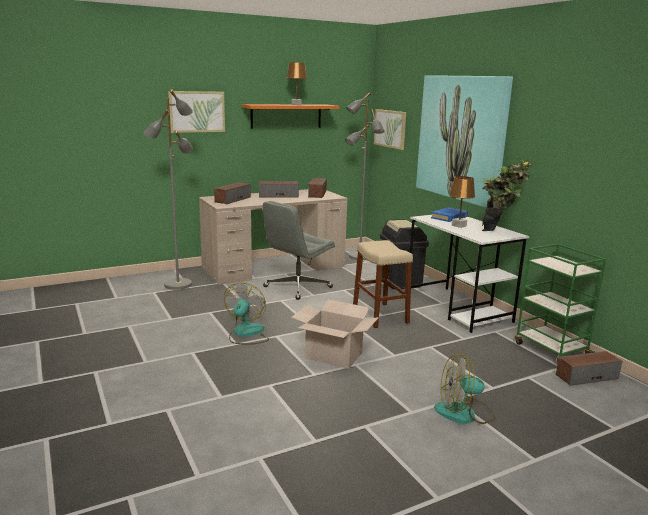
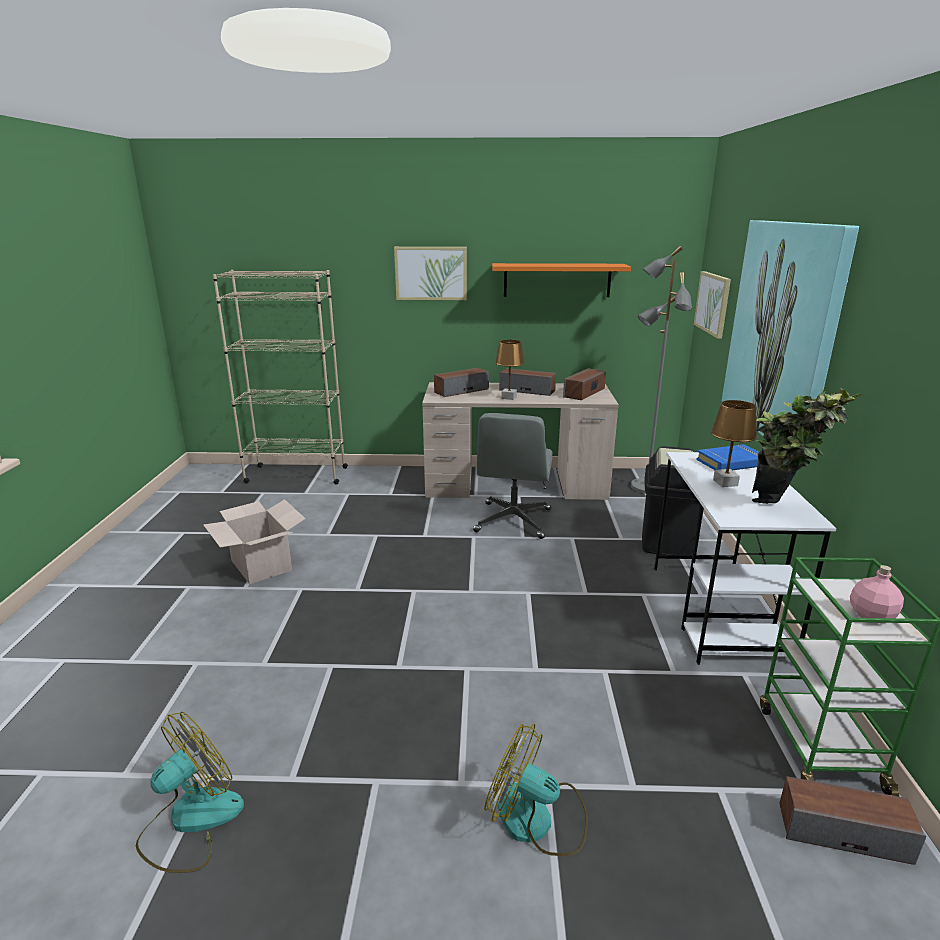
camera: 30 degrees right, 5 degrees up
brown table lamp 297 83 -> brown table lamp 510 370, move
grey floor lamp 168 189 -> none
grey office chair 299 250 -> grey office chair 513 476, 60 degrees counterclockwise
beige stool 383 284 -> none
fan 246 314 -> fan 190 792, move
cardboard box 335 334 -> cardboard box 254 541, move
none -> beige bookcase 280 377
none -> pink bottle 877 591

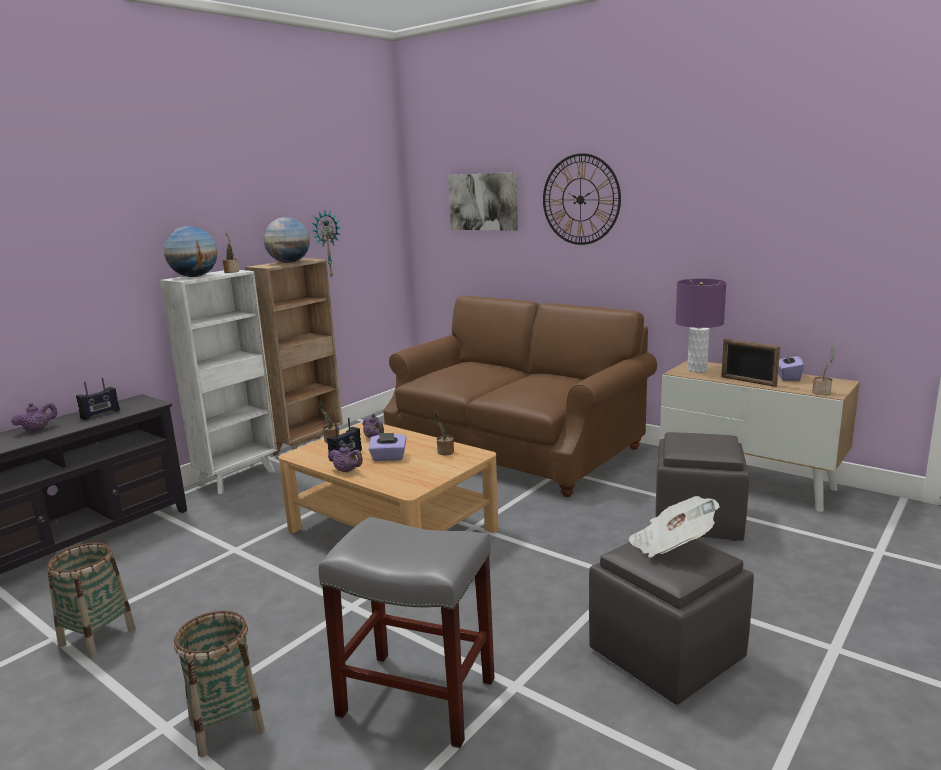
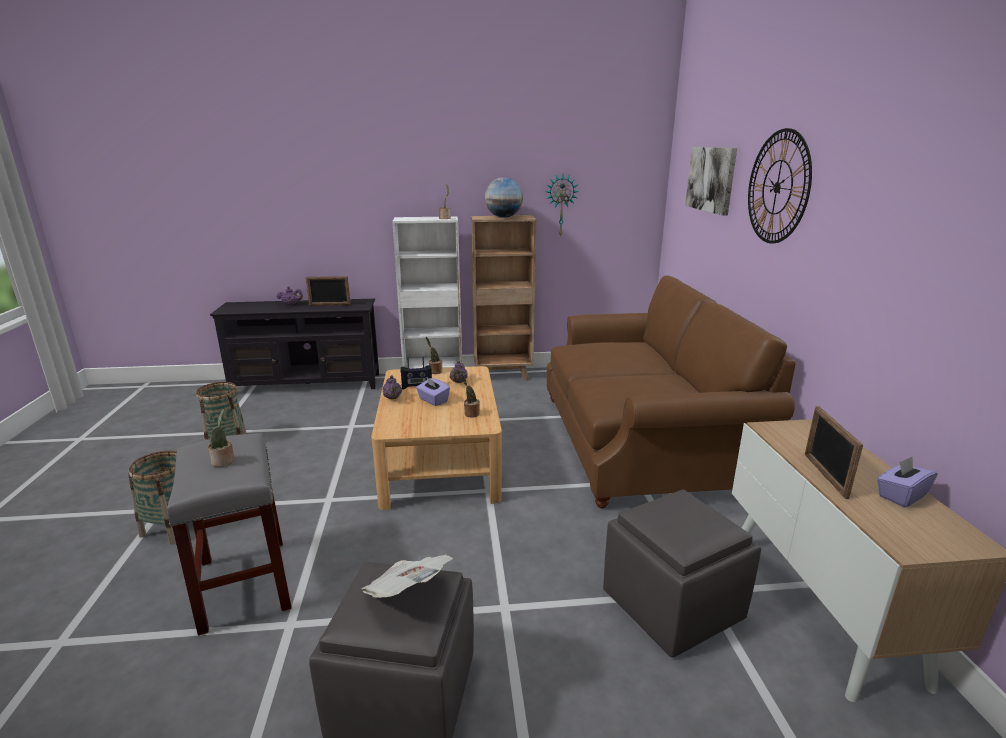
camera: 45 degrees right, 5 degrees up
globe 190 251 -> none
purple table lamp 700 325 -> none
potted plant 823 370 -> potted plant 221 438, move
radio 98 398 -> picture frame 328 291

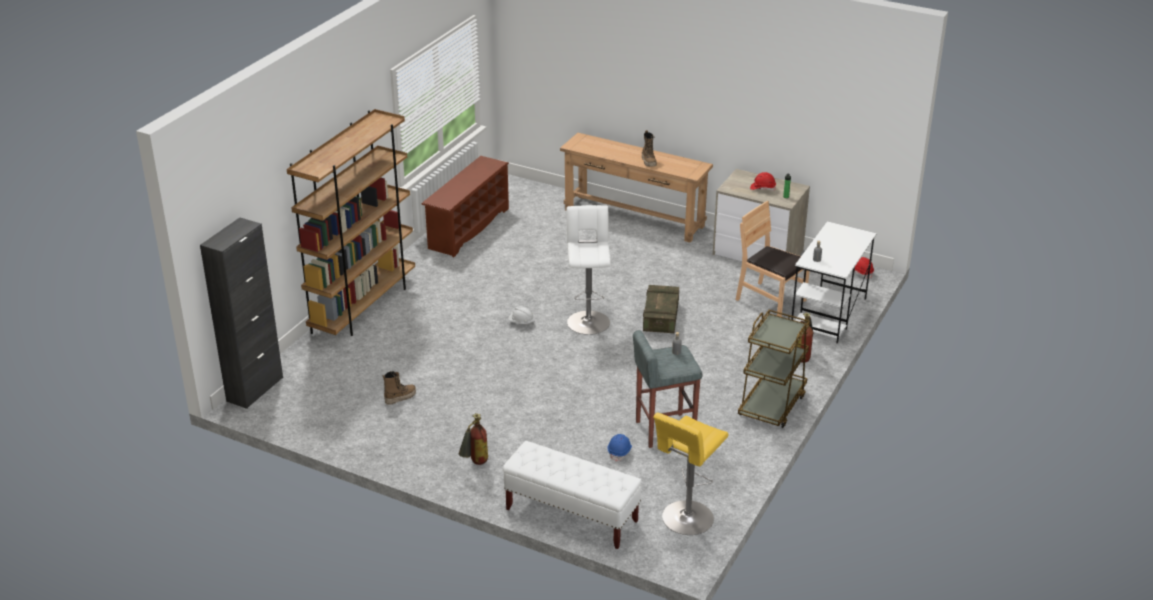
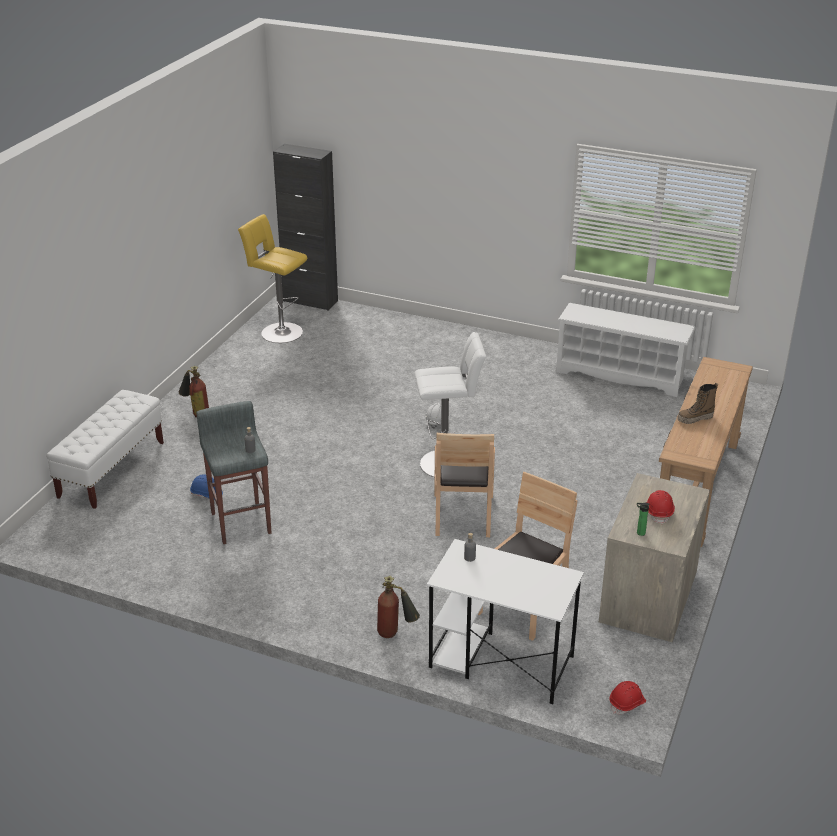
camera: 85 degrees right, 0 degrees up
brown bookcase 351 222 -> none
brown shoe rack 465 206 -> white shoe rack 626 350
crate 661 309 -> brown chair 464 485
brown cart 774 369 -> none
boot 399 388 -> none
yellow stool 690 474 -> yellow stool 272 278, move

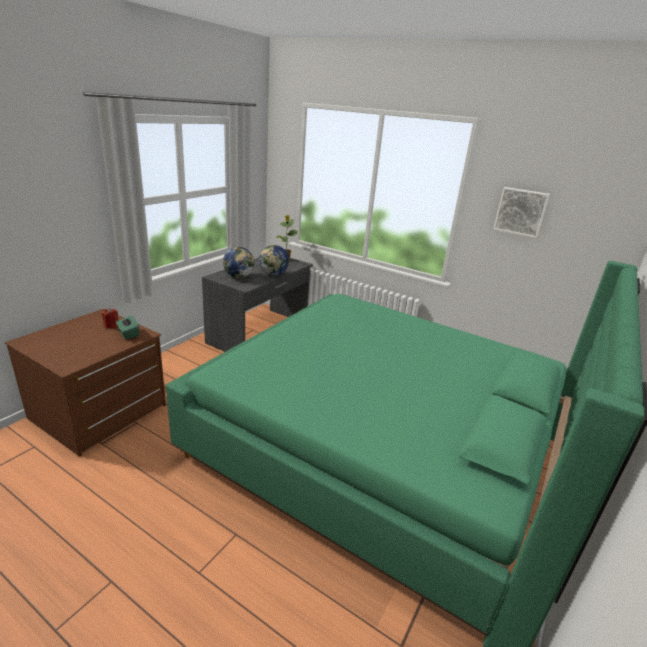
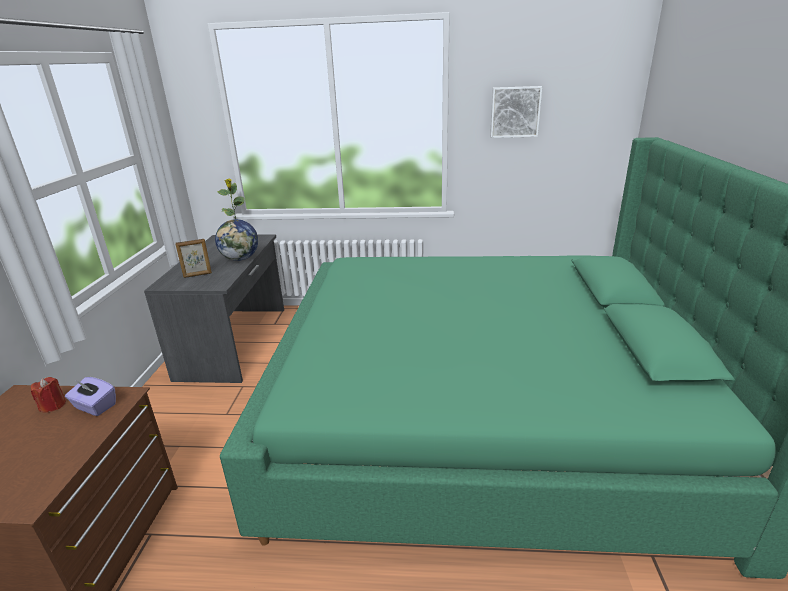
camera: 25 degrees left, 0 degrees up
globe 239 262 -> picture frame 193 258
green tissue box 127 327 -> purple tissue box 90 396

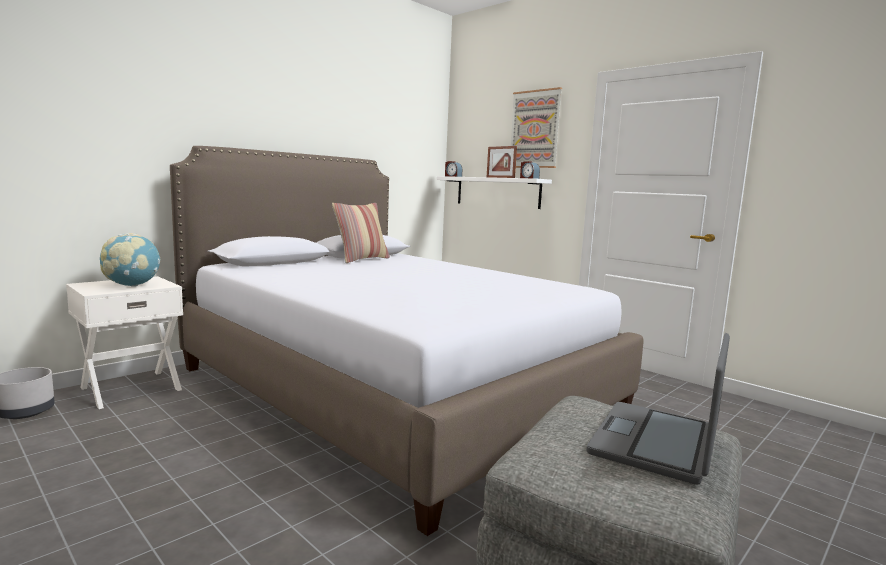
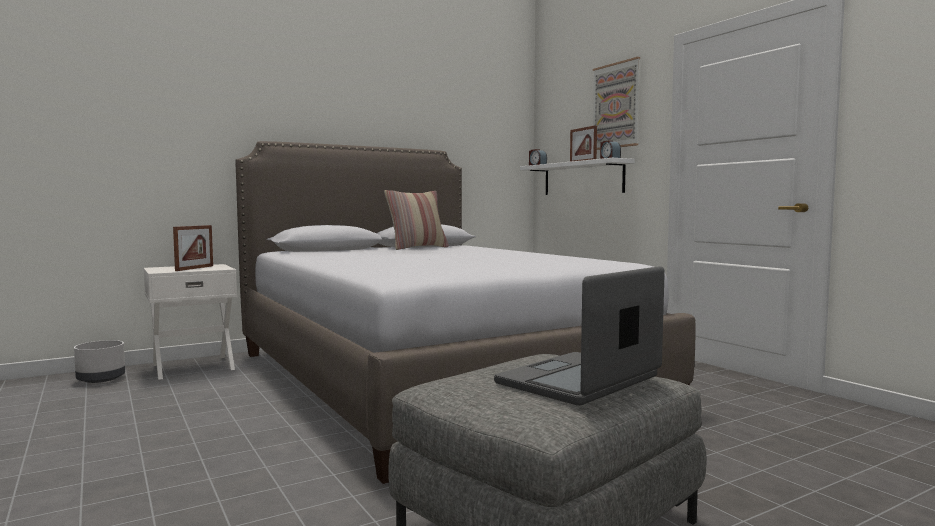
camera: 15 degrees right, 5 degrees down
globe 130 260 -> picture frame 193 248

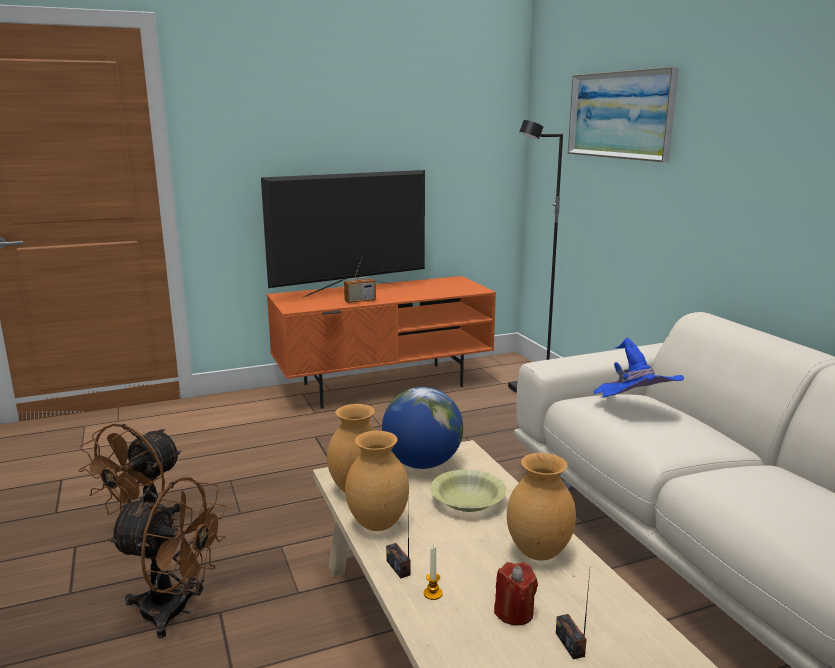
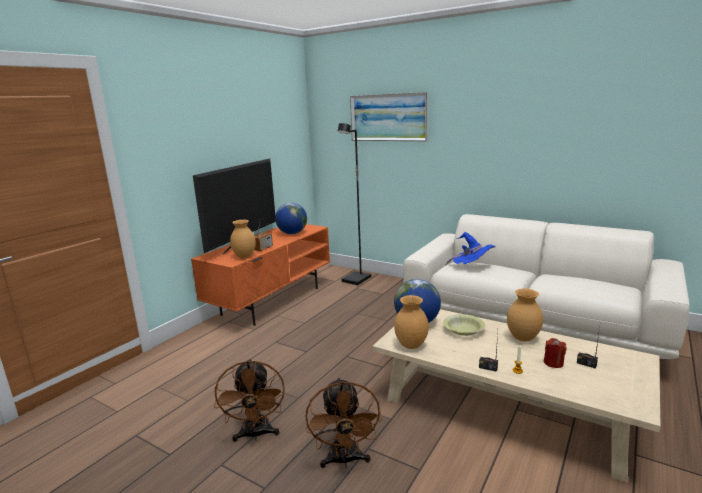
camera: 35 degrees left, 0 degrees up
brown vase 377 481 -> brown vase 243 239, move
brown fan 167 557 -> brown fan 343 422, 105 degrees clockwise
none -> globe 291 218

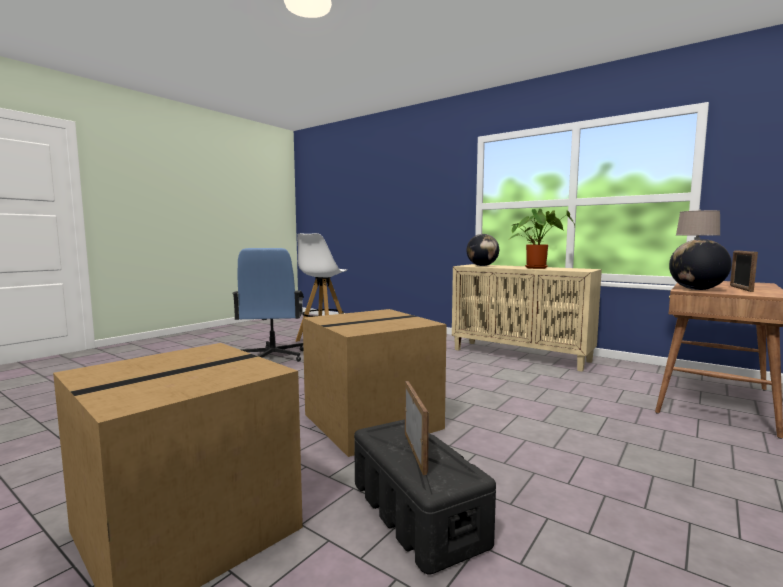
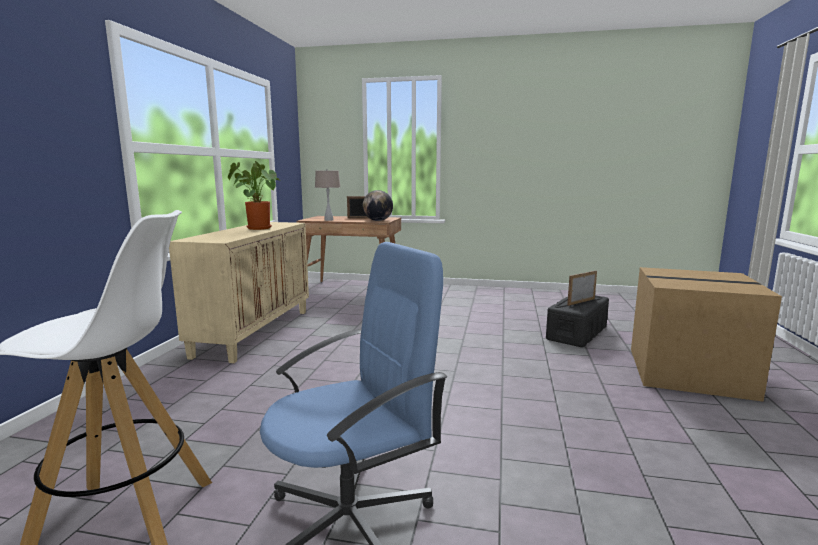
camera: 115 degrees left, 5 degrees up
globe 483 250 -> none
cardboard box 375 383 -> none

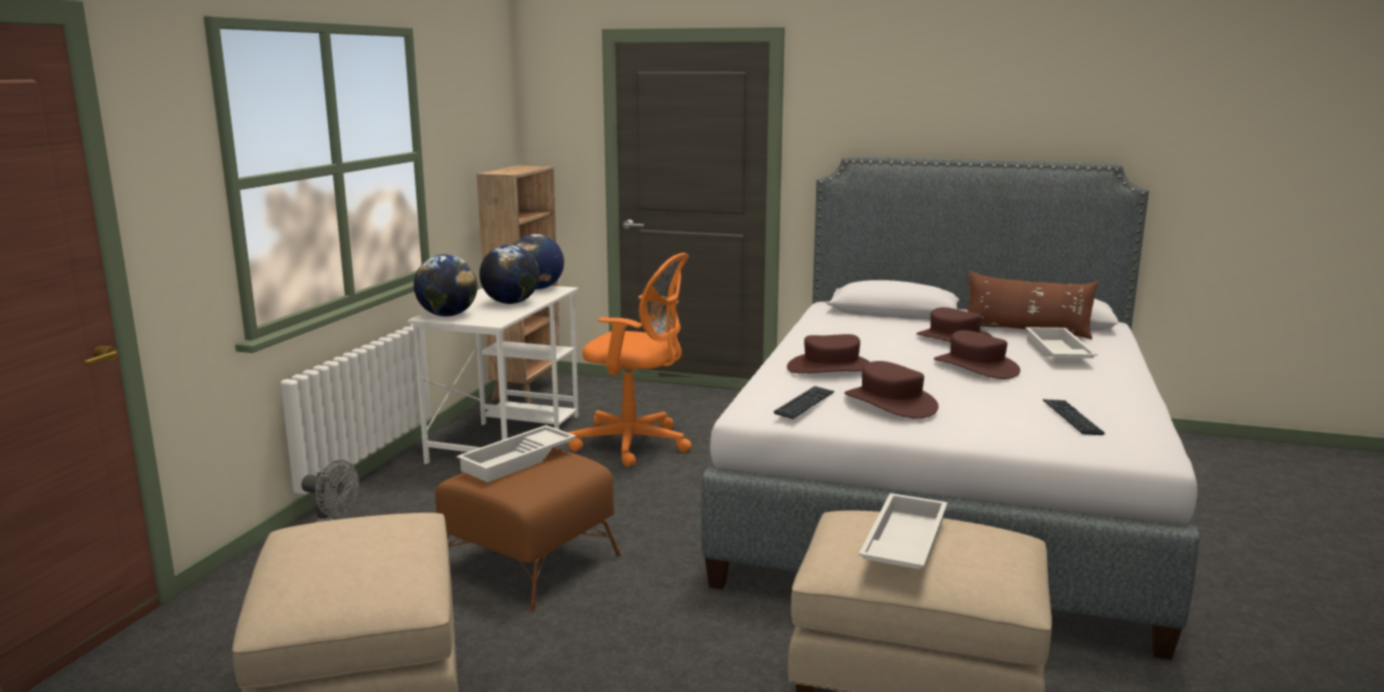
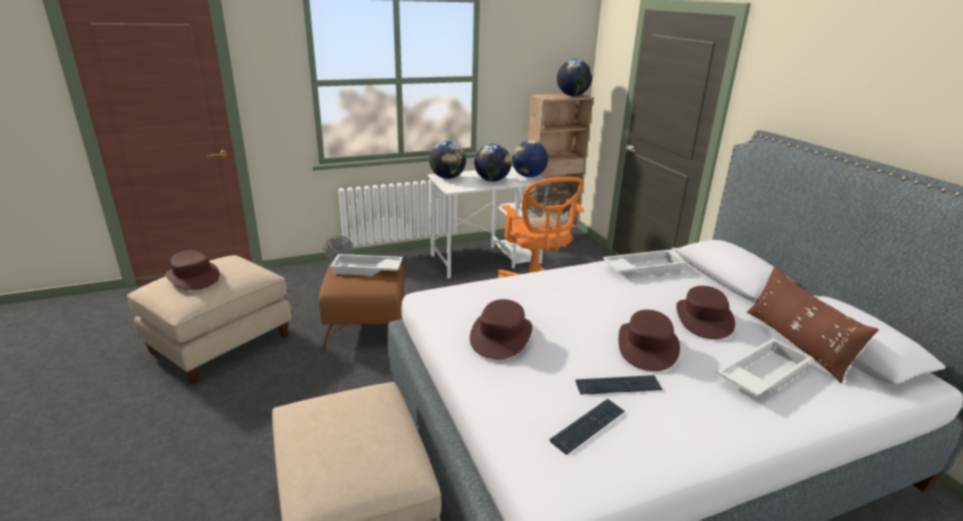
camera: 50 degrees right, 10 degrees up
brown hat 828 353 -> brown hat 192 270, move
keyboard 804 402 -> keyboard 619 385, move
white tray 903 531 -> white tray 644 263, move
none -> globe 574 77

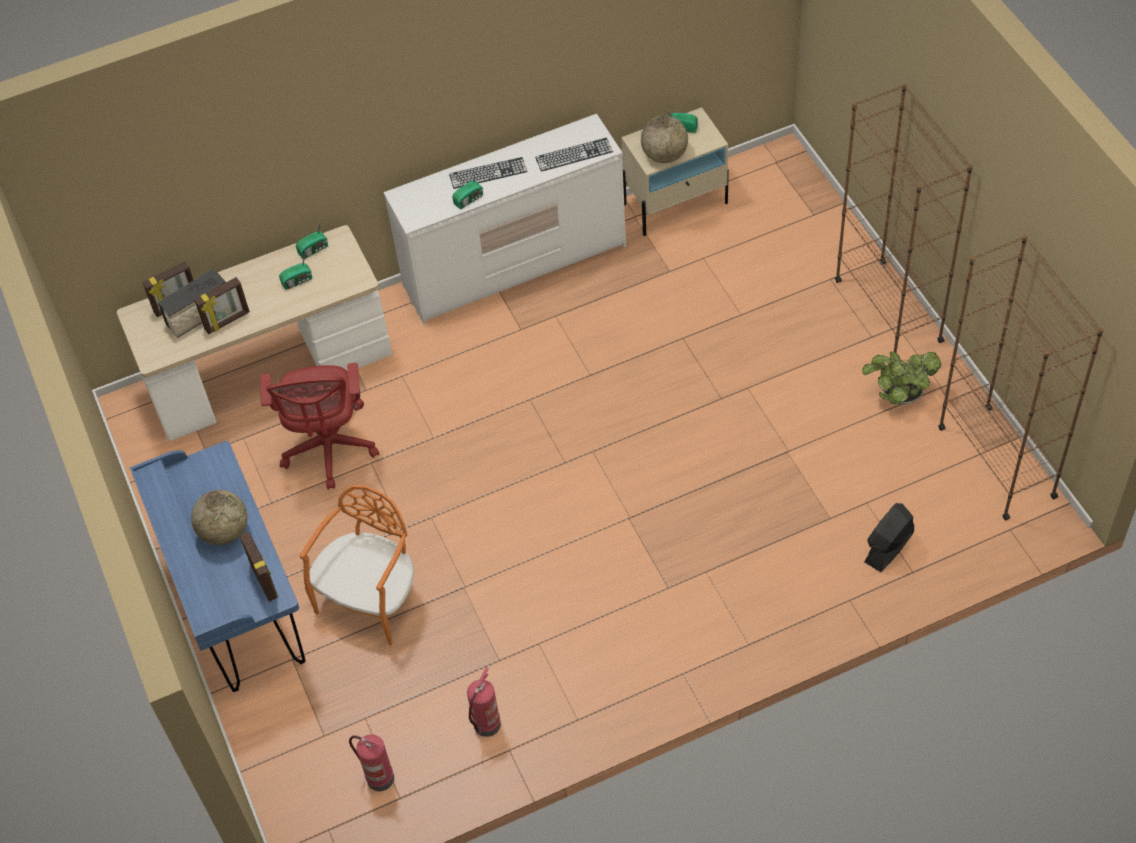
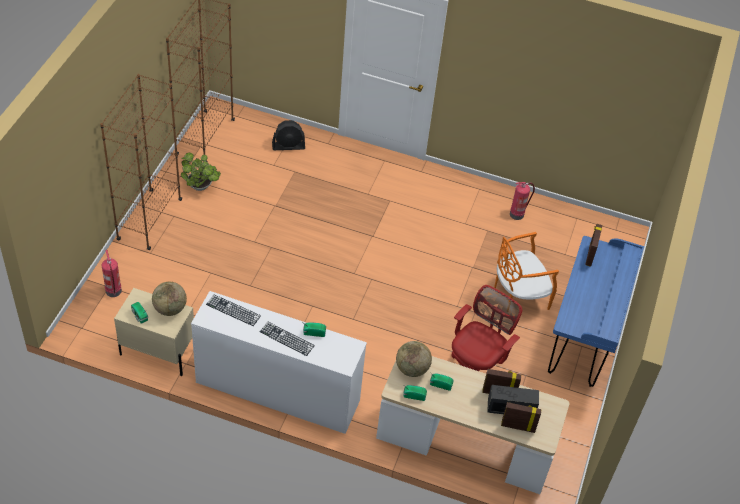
camera: 145 degrees left, 5 degrees down
globe 219 517 -> globe 414 359, move
fire extinguisher 371 762 -> fire extinguisher 112 273, move

